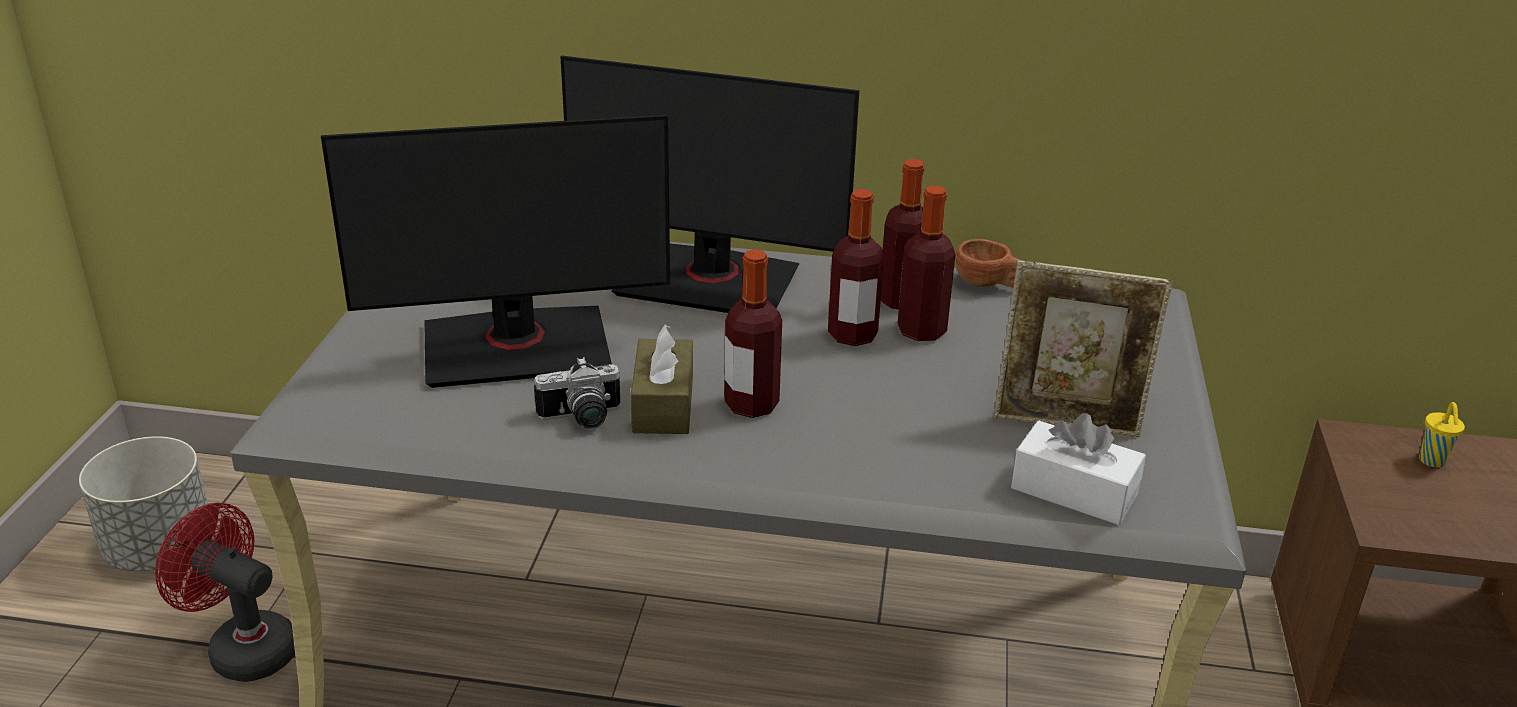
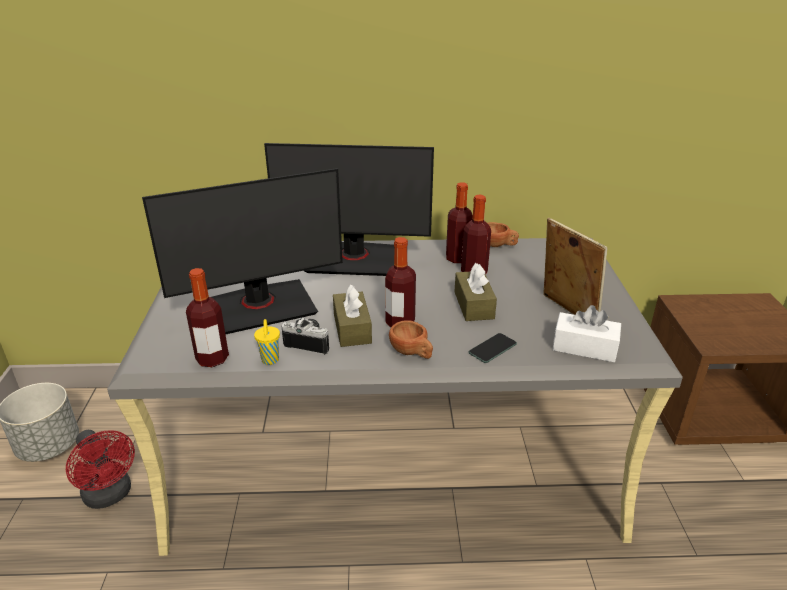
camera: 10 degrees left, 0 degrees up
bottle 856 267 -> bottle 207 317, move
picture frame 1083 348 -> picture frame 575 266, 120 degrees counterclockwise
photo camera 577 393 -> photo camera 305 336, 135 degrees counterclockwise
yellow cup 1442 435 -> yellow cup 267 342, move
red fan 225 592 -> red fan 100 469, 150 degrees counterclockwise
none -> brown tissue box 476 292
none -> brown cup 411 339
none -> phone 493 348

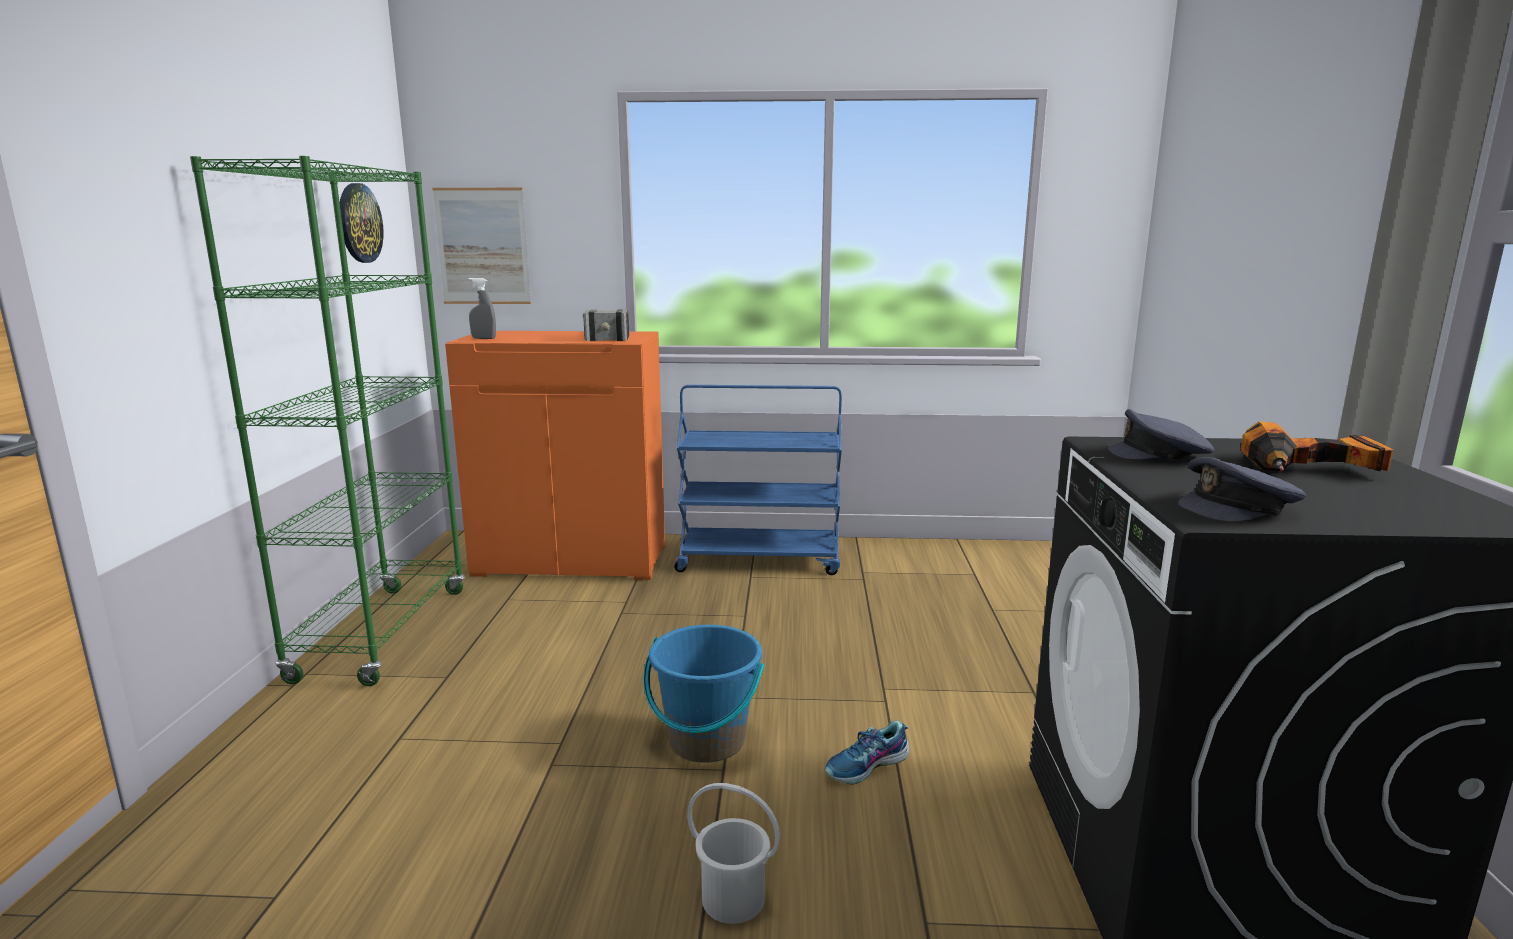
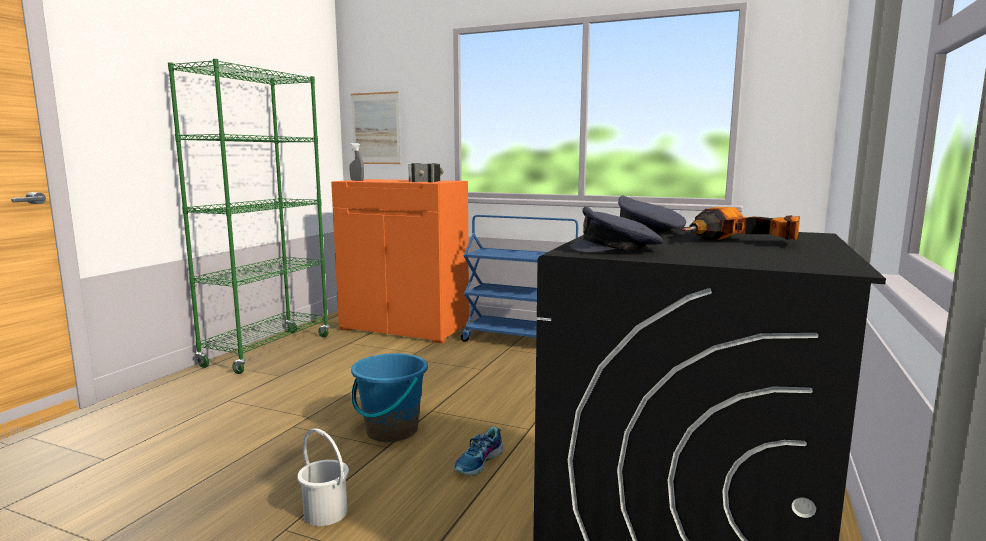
camera: 20 degrees right, 5 degrees down
wall clock 362 223 -> none
shoe 867 752 -> shoe 478 451, 45 degrees counterclockwise

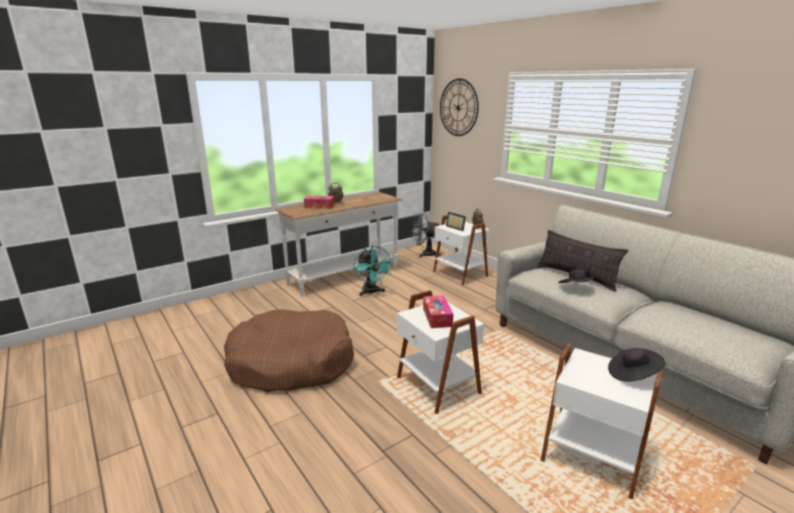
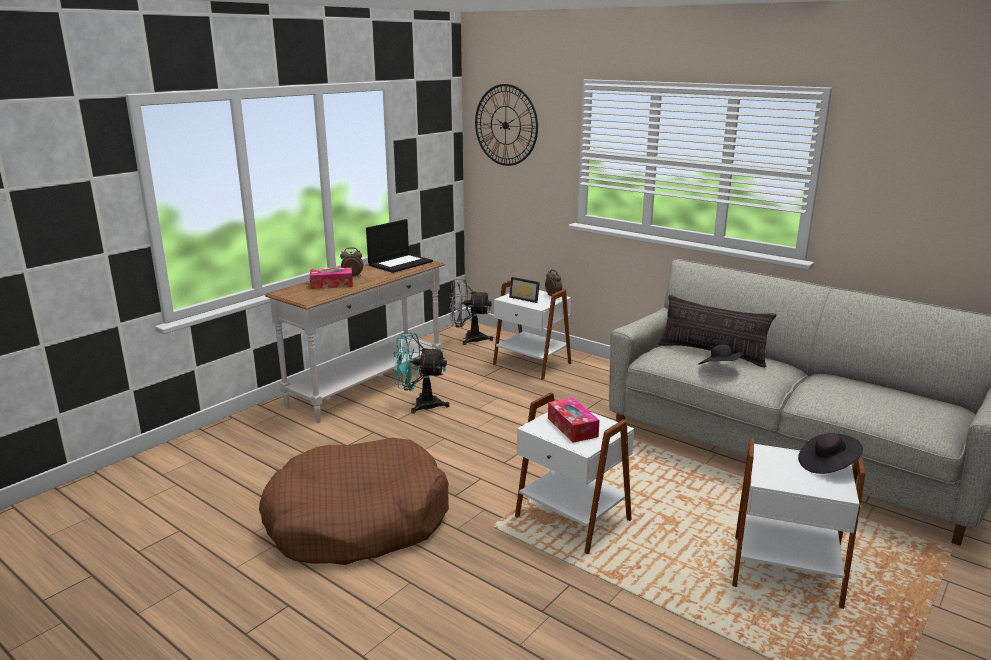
camera: 15 degrees left, 0 degrees up
turquoise fan 373 270 -> turquoise fan 421 373, 135 degrees clockwise
none -> laptop 399 246

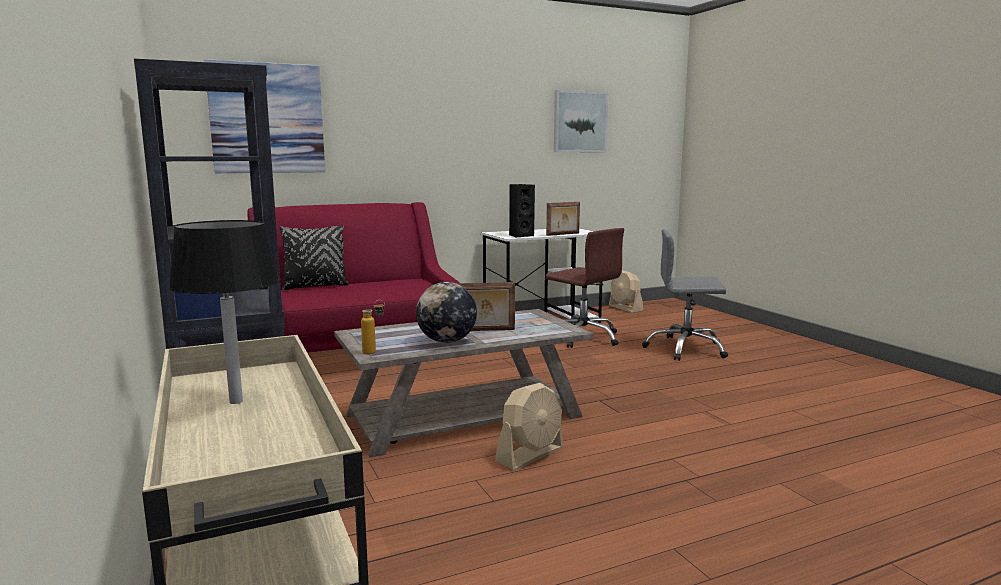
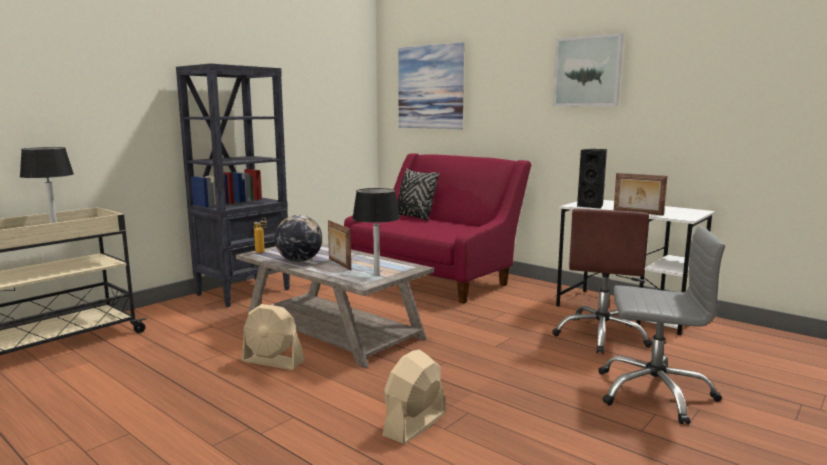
camera: 65 degrees right, 0 degrees up
picture 581 121 -> picture 588 69, move
grey office chair 685 295 -> grey office chair 661 325, 120 degrees clockwise
beige fan 626 291 -> beige fan 414 396, move
none -> black table lamp 376 232

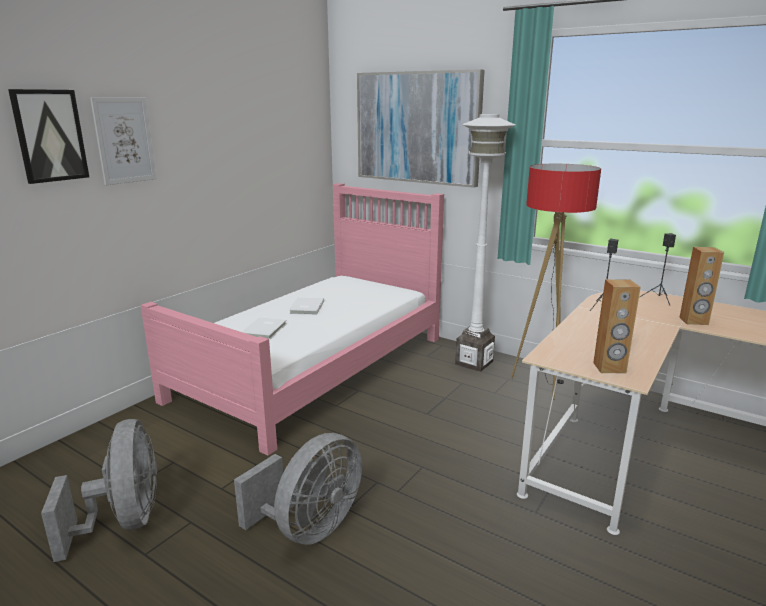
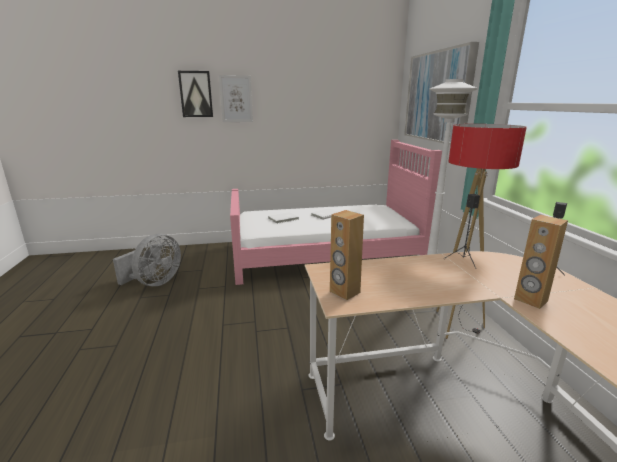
camera: 45 degrees right, 0 degrees up
grey fan 298 489 -> none

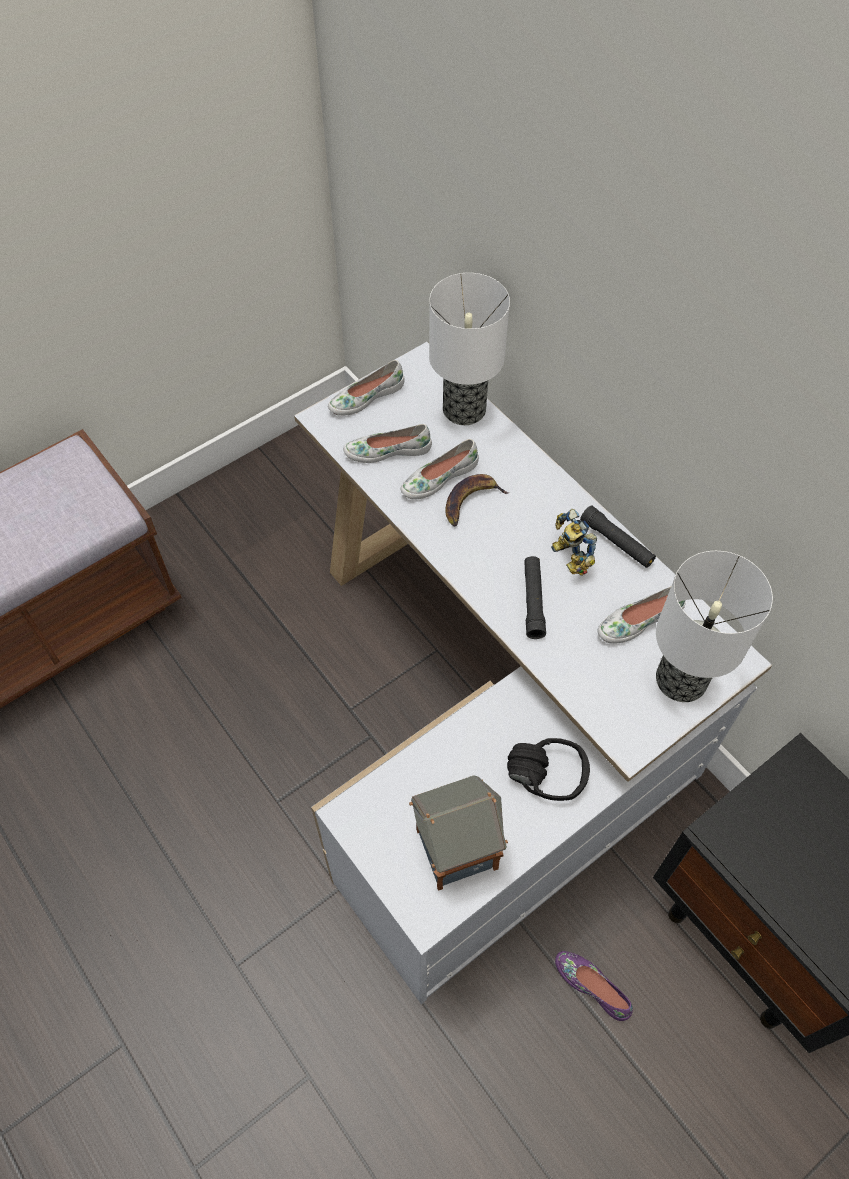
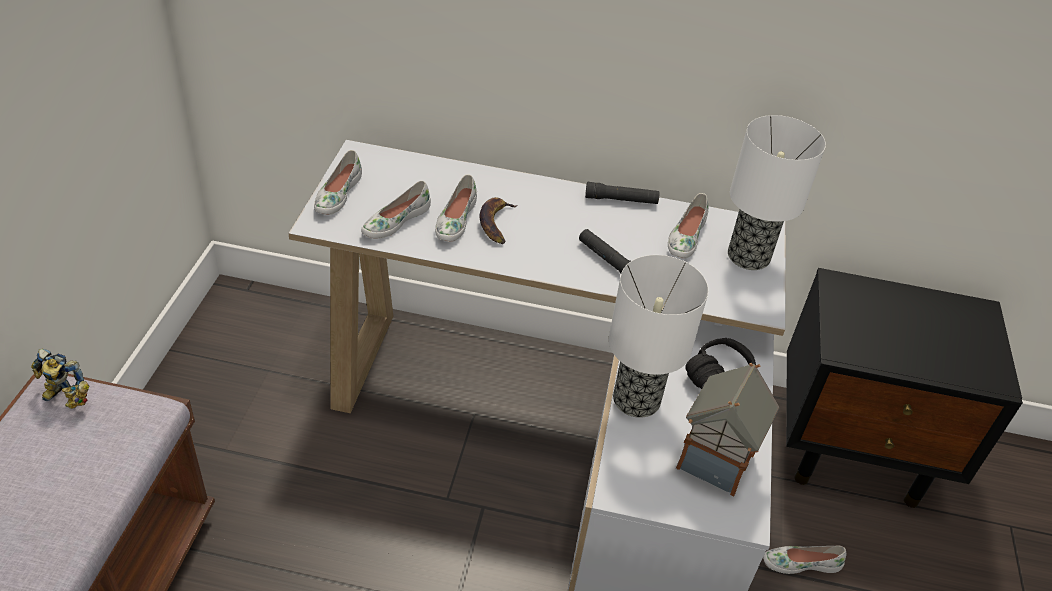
camera: 45 degrees left, 15 degrees down
table lamp 469 349 -> table lamp 658 336, move
toy robot 574 542 -> toy robot 60 379, move
purple shoe 594 986 -> white shoe 804 560

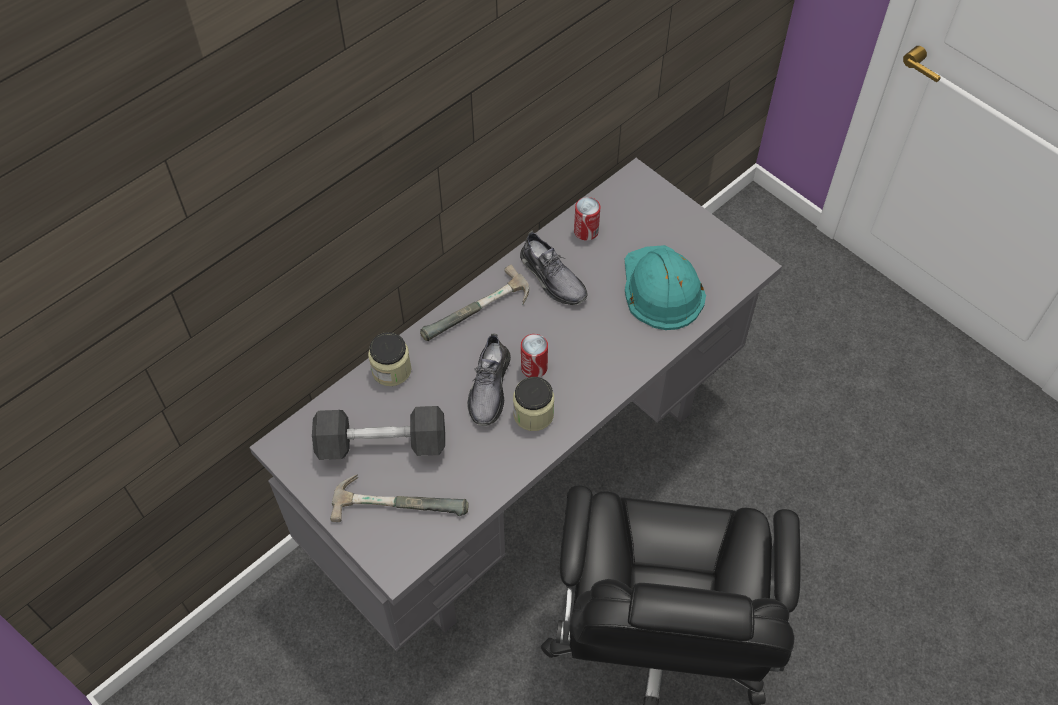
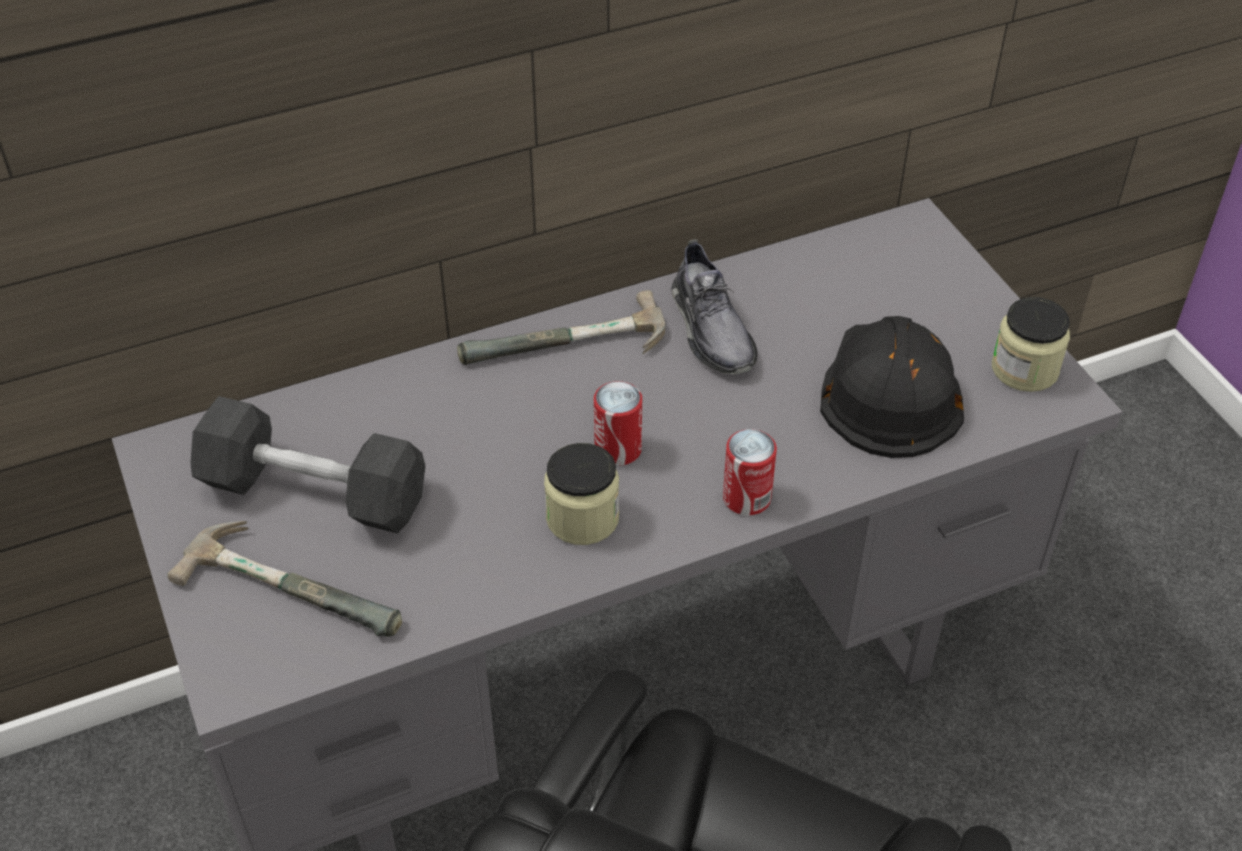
camera: 20 degrees right, 10 degrees down
can 587 218 -> can 750 472, move
turquoise hard hat 665 287 -> black hard hat 892 387
jar 390 359 -> jar 1031 344, move
grey shoe 489 380 -> none

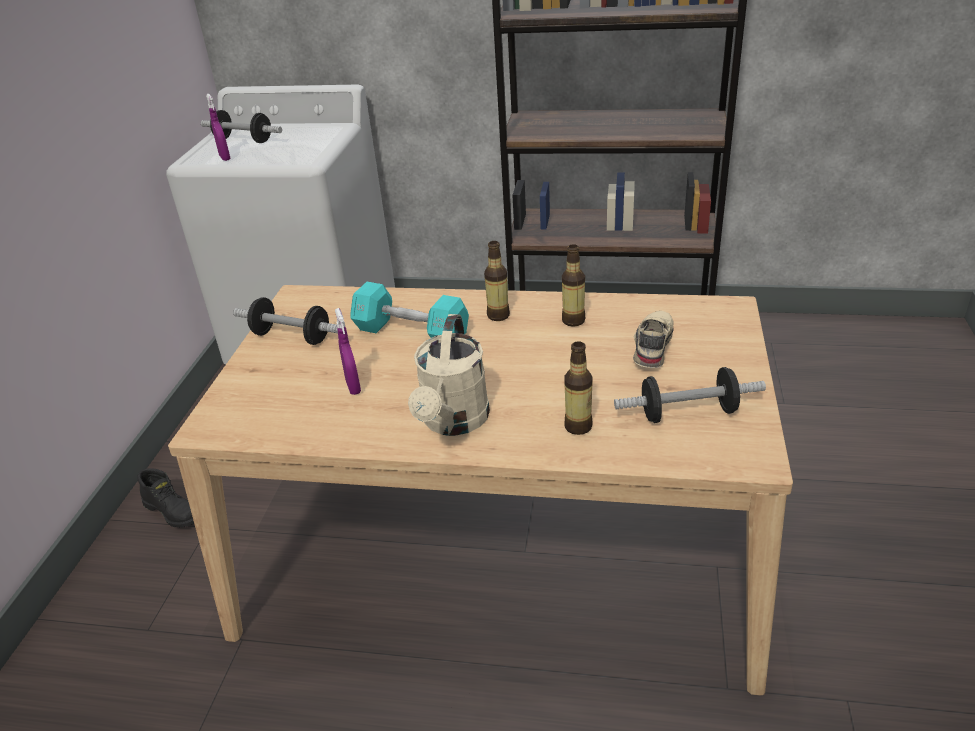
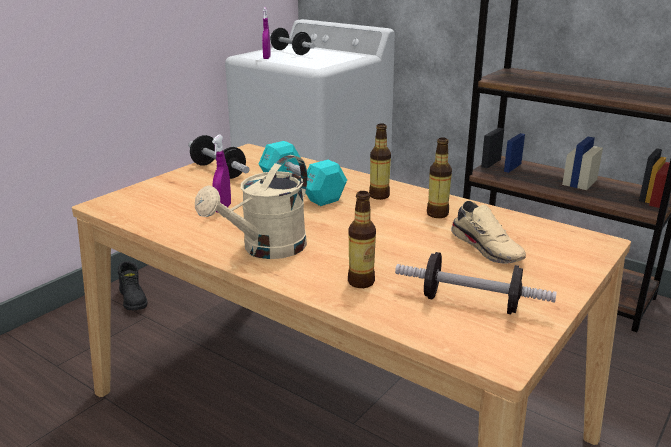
camera: 25 degrees right, 10 degrees down
beige shoe 653 339 -> beige shoe 488 232, 105 degrees clockwise

